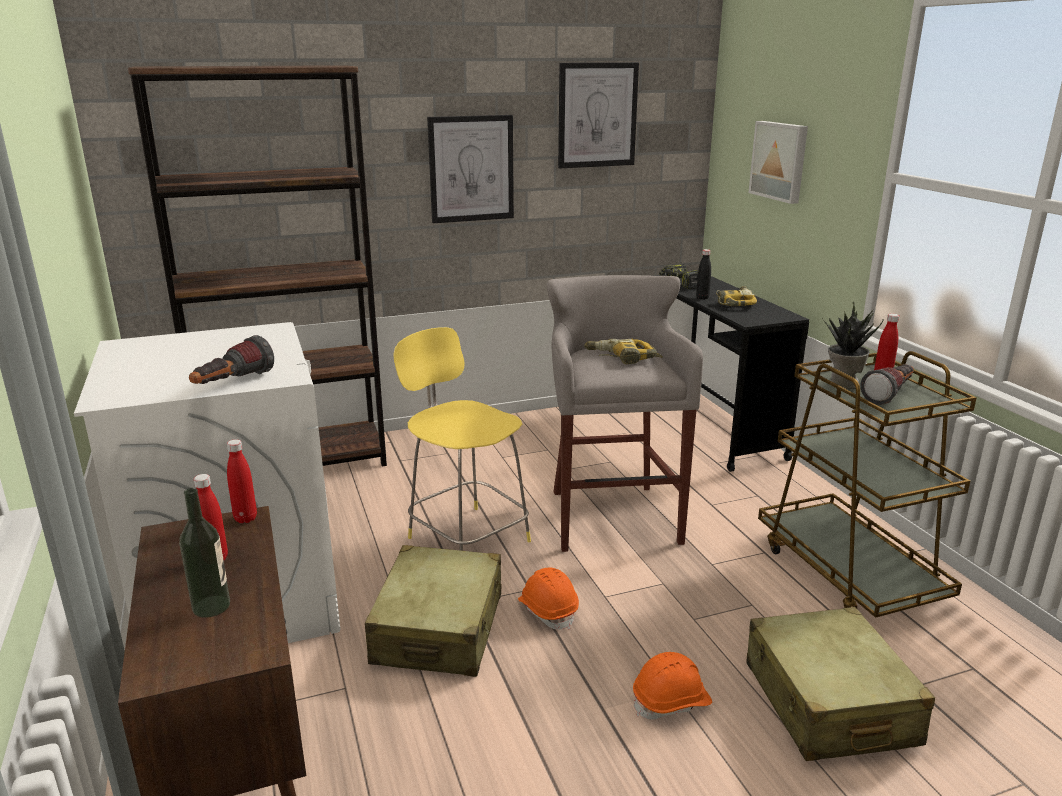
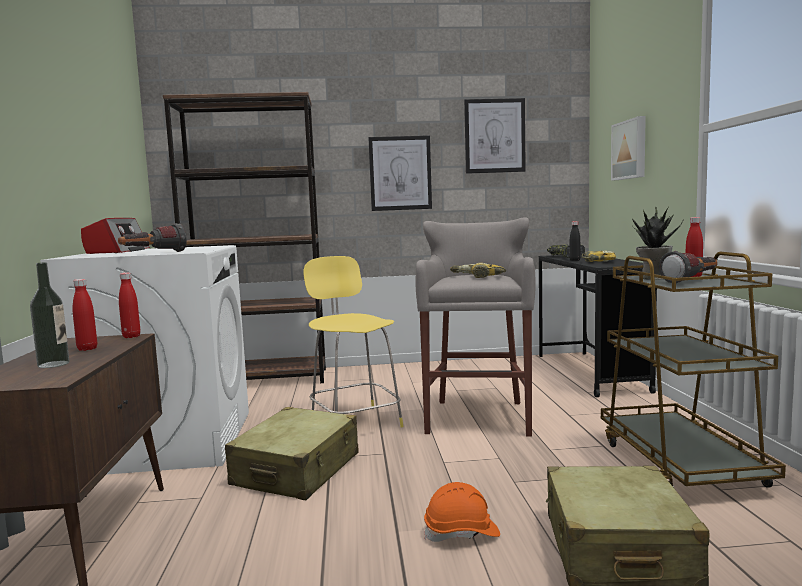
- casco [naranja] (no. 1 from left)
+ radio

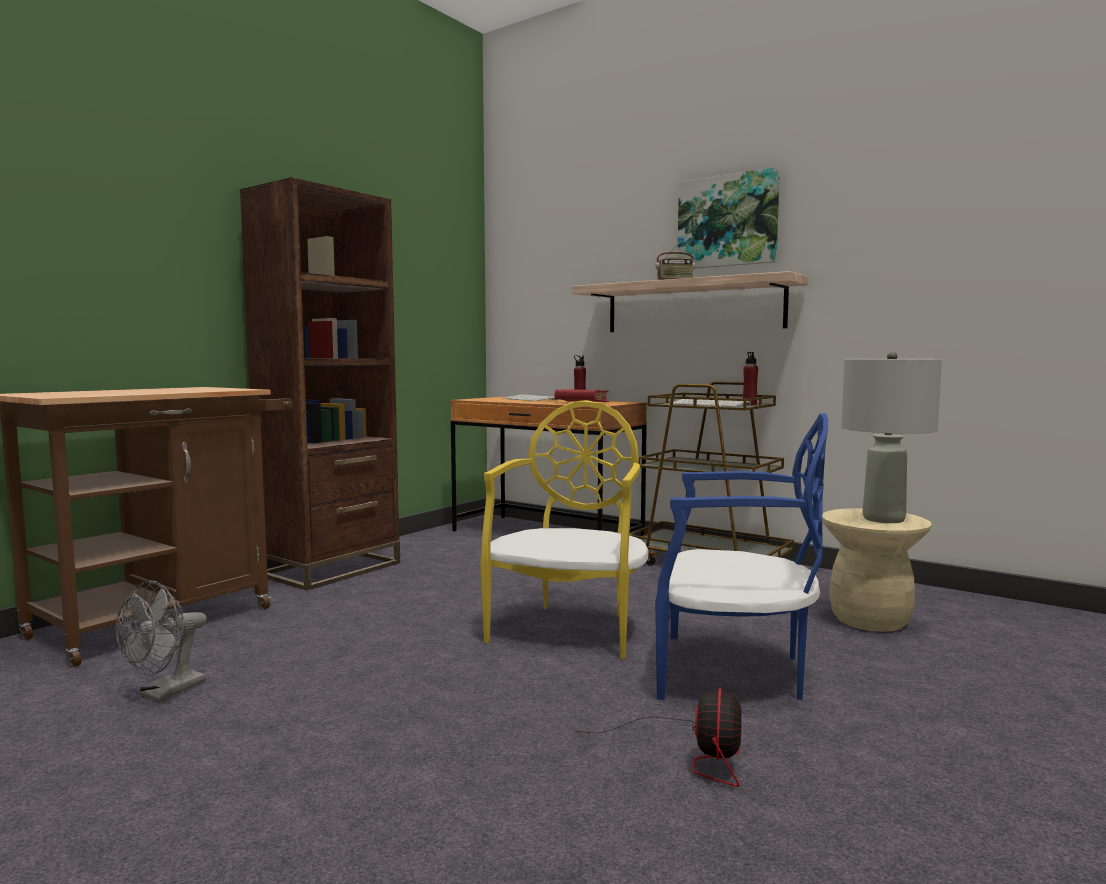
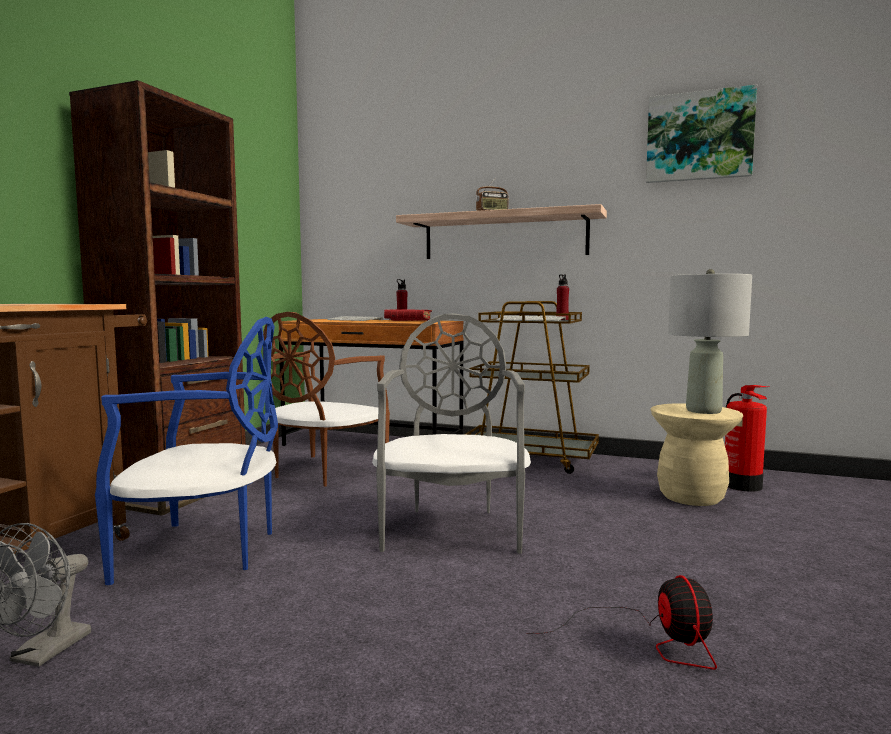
~ cuadro
~ silla [amarillo] to silla [gris]
~ silla [azul]
+ silla [marrón]
+ extintor

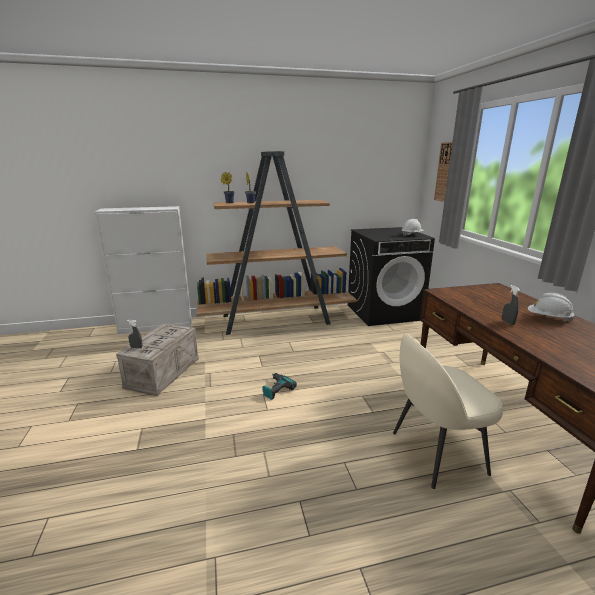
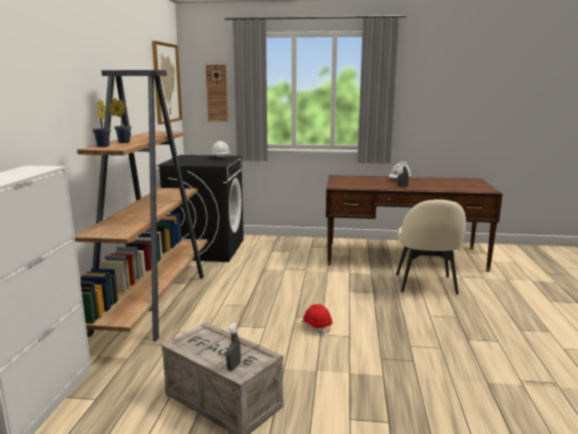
~ taladro to casco [rojo]
+ cuadro

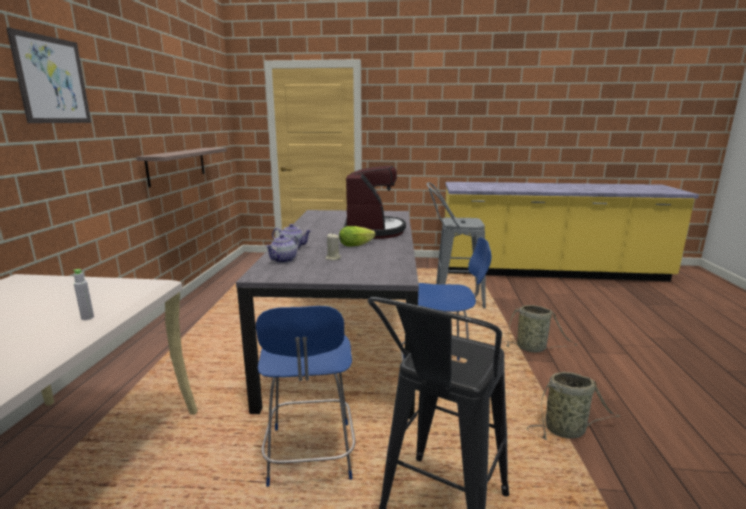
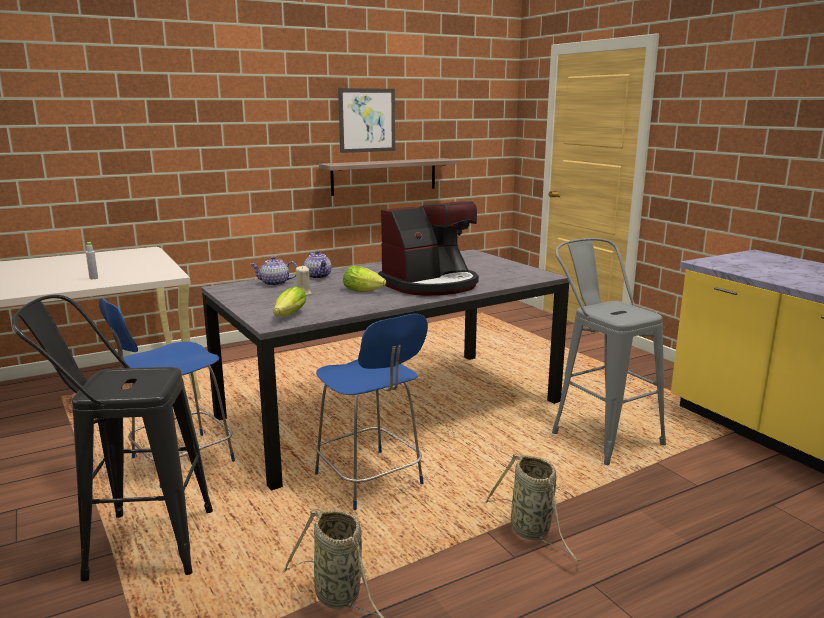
~ cuadro
+ lechuga (no. 1 from left)

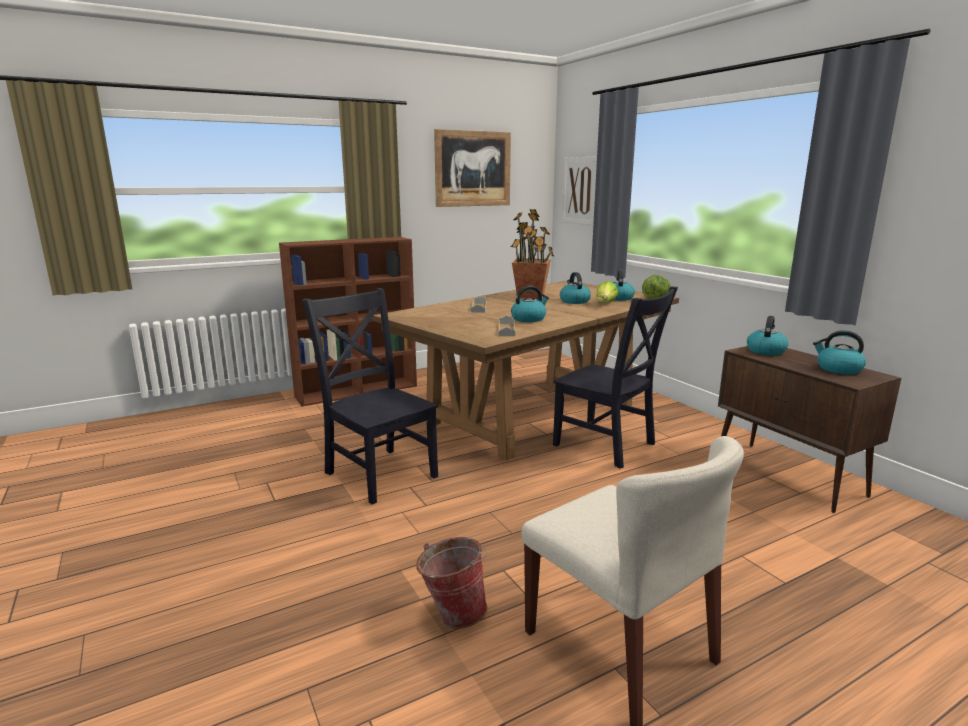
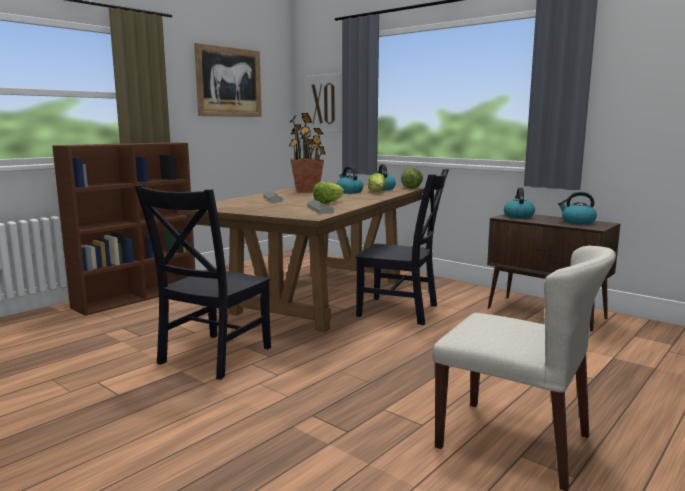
~ hervidor (no. 1 from left) to lechuga (no. 1 from left)
~ silla [negro] (no. 1 from left) 90 degrees counterclockwise
- cubo

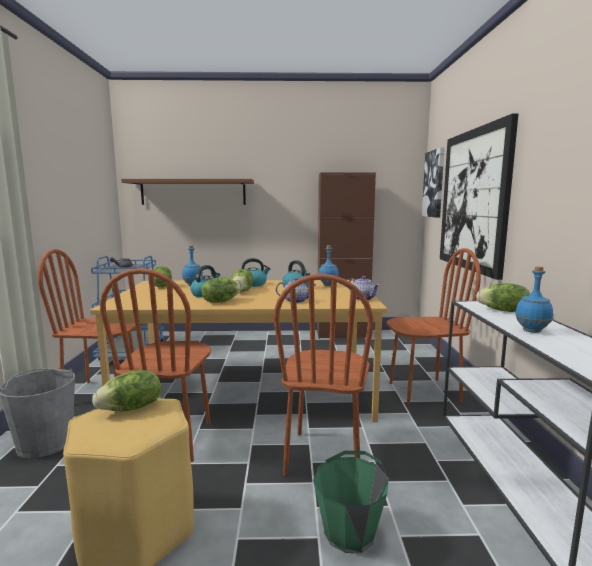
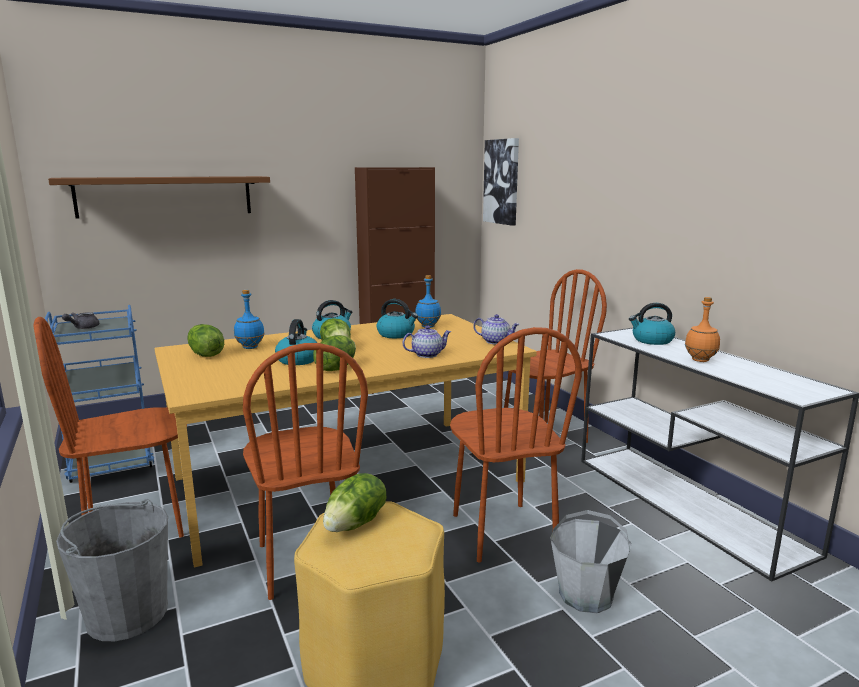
- cuadro (no. 2 from left)
~ botella [azul] (no. 3 from left) to botella [naranja]
~ lechuga (no. 5 from left) to hervidor (no. 4 from left)
~ cubo [verde] to cubo [gris] (no. 2 from left)

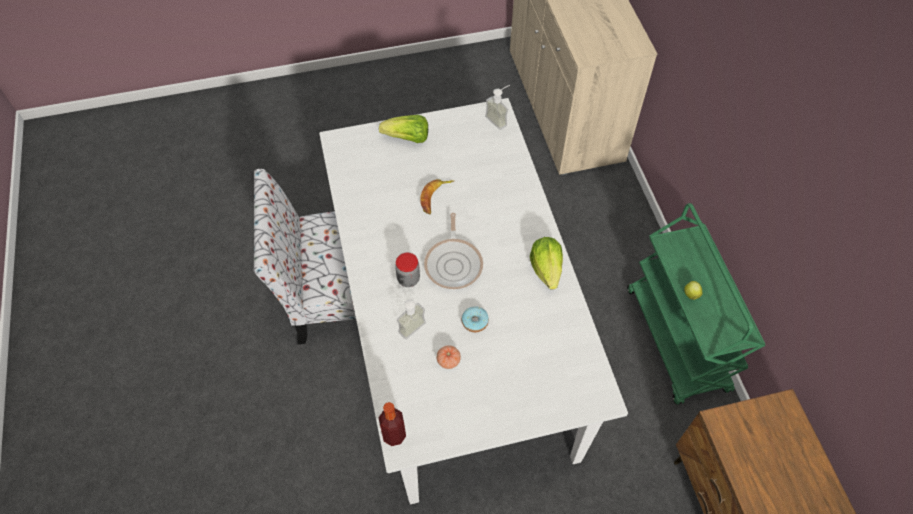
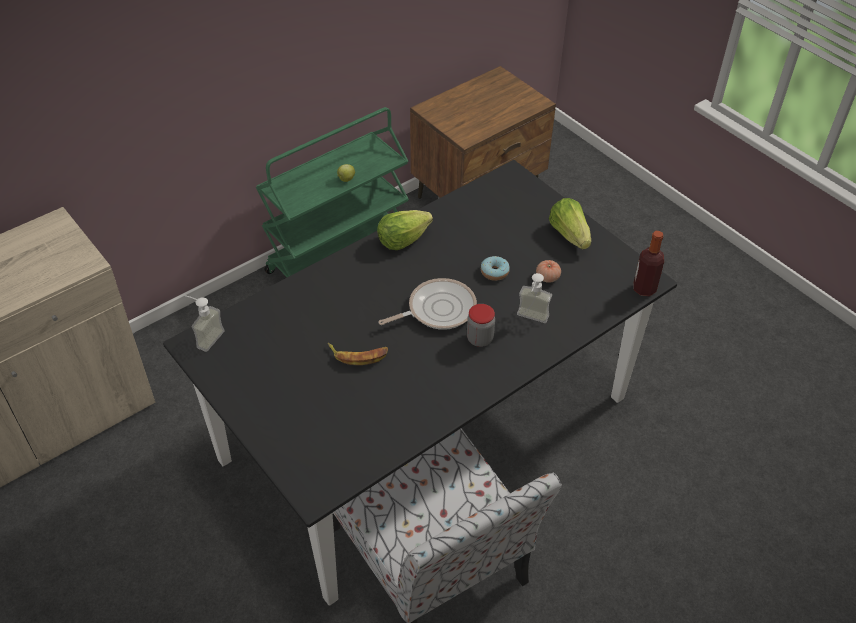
~ mesa de comedor [blanco] to mesa de comedor [negro]
~ lechuga (no. 1 from left in the first image) to lechuga (no. 2 from left)

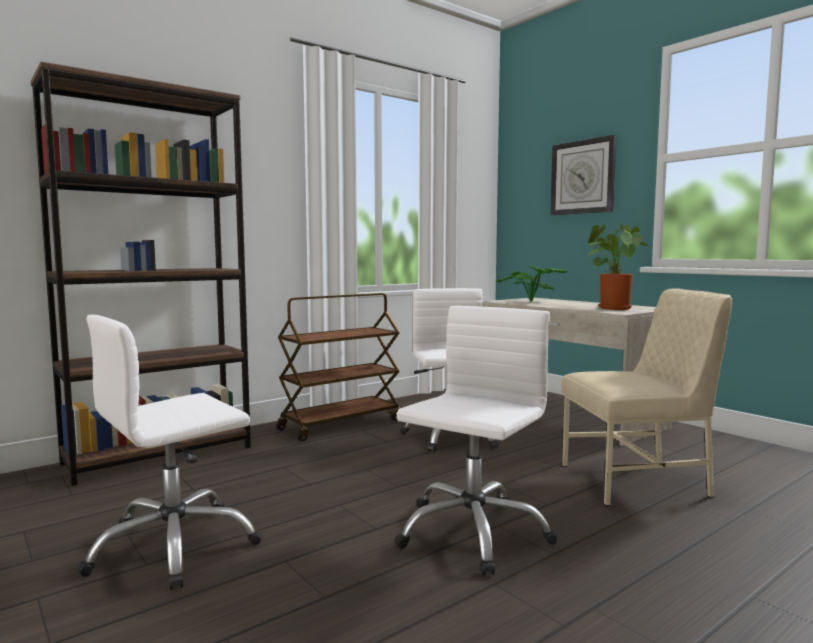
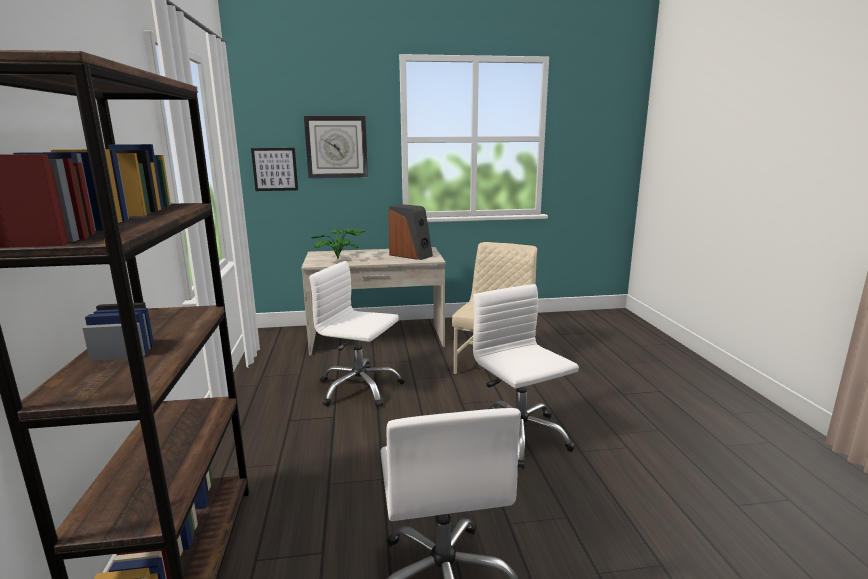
~ planta en maceta (no. 2 from left) to altavoz
- carrito [marrón]
+ cuadro

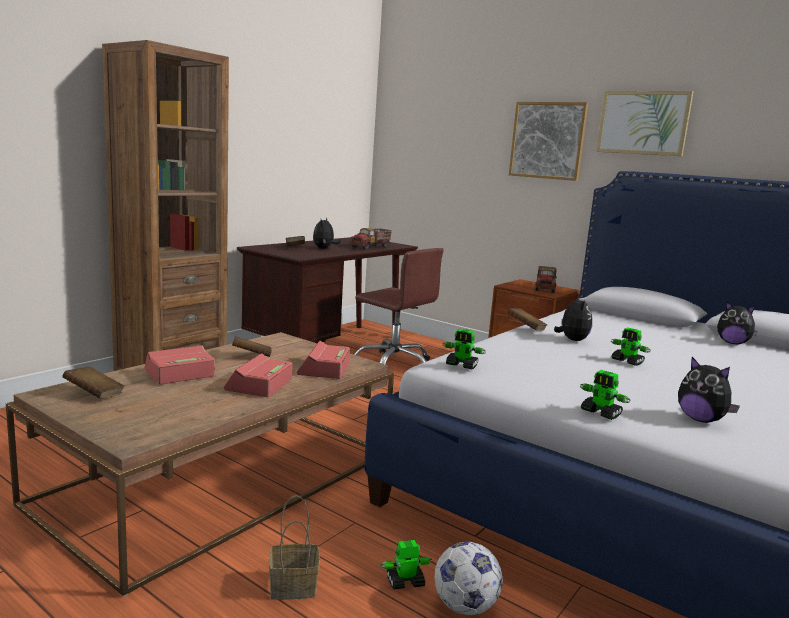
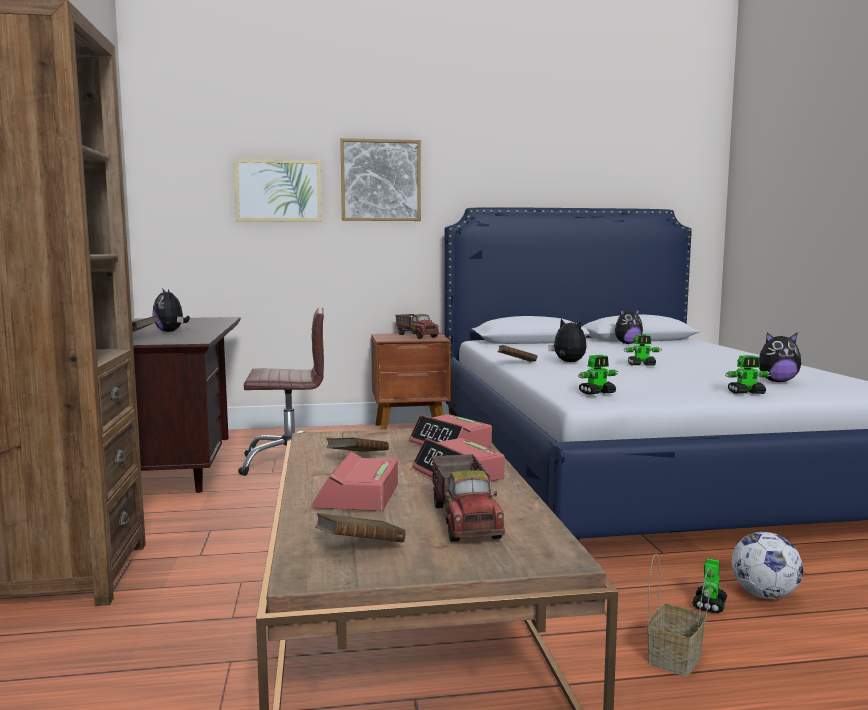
~ cuadro (no. 2 from left in the first image) to cuadro (no. 1 from left)
~ camión de juguete (no. 1 from left in the first image) to camión de juguete (no. 2 from left)

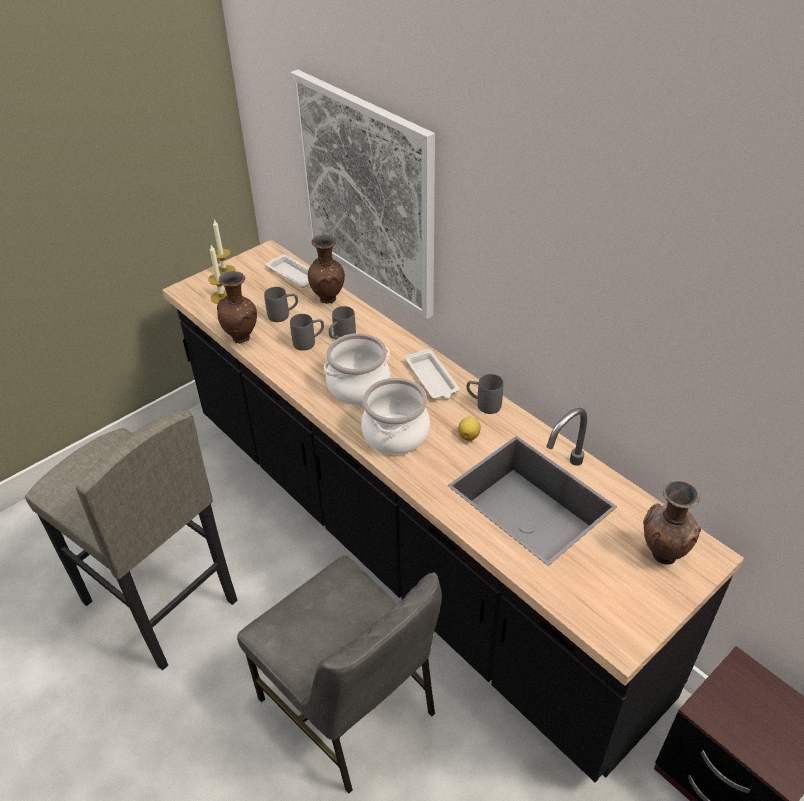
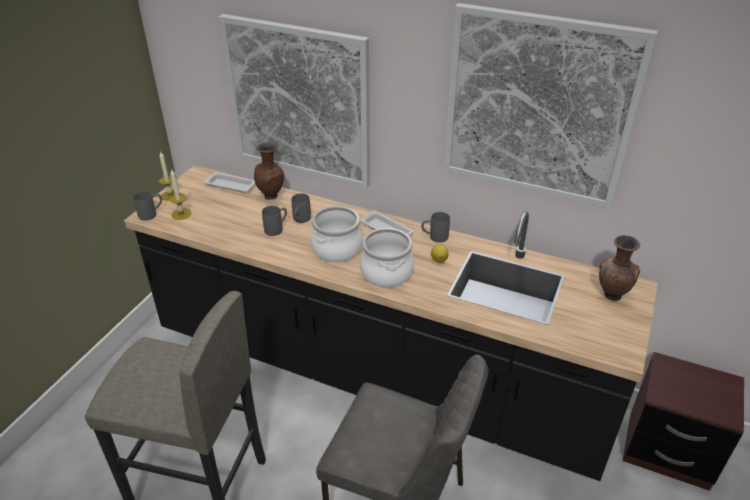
- florero [marrón] (no. 1 from left)
~ taza grande [gris] (no. 1 from left)
+ cuadro (no. 2 from left)

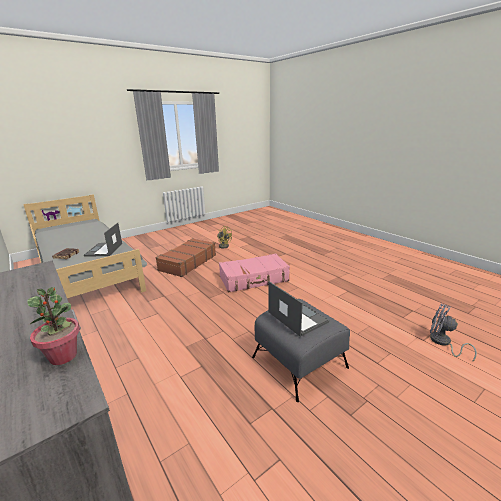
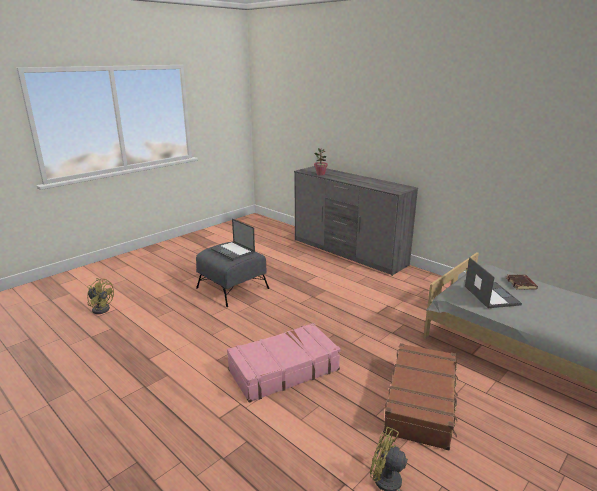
~ ventilador [gris] to ventilador [amarillo] (no. 1 from left)

